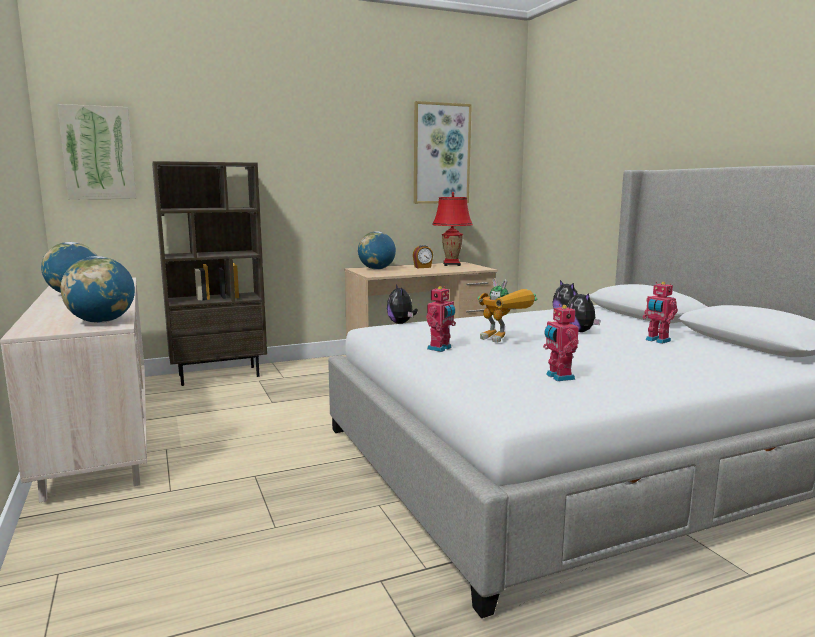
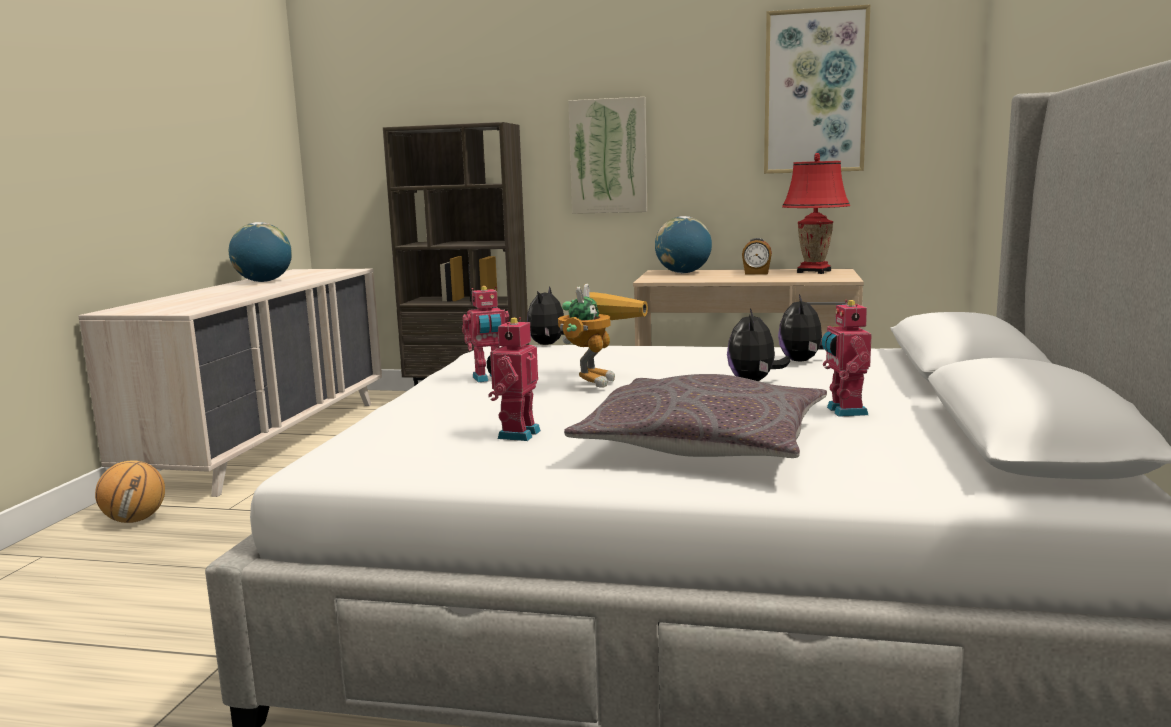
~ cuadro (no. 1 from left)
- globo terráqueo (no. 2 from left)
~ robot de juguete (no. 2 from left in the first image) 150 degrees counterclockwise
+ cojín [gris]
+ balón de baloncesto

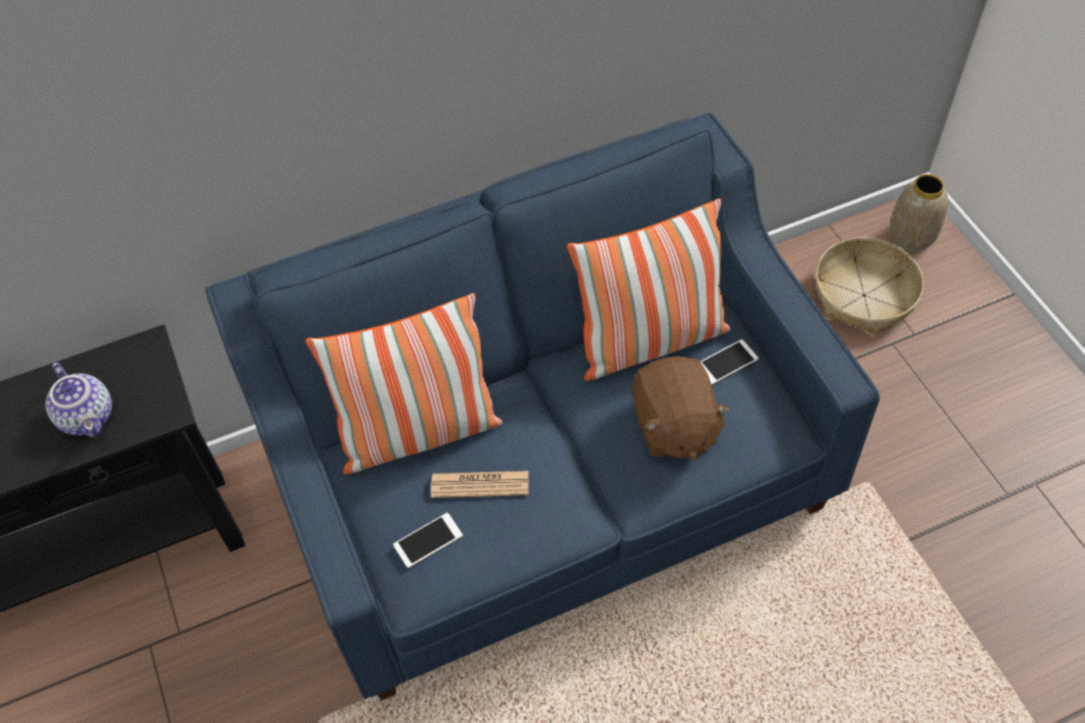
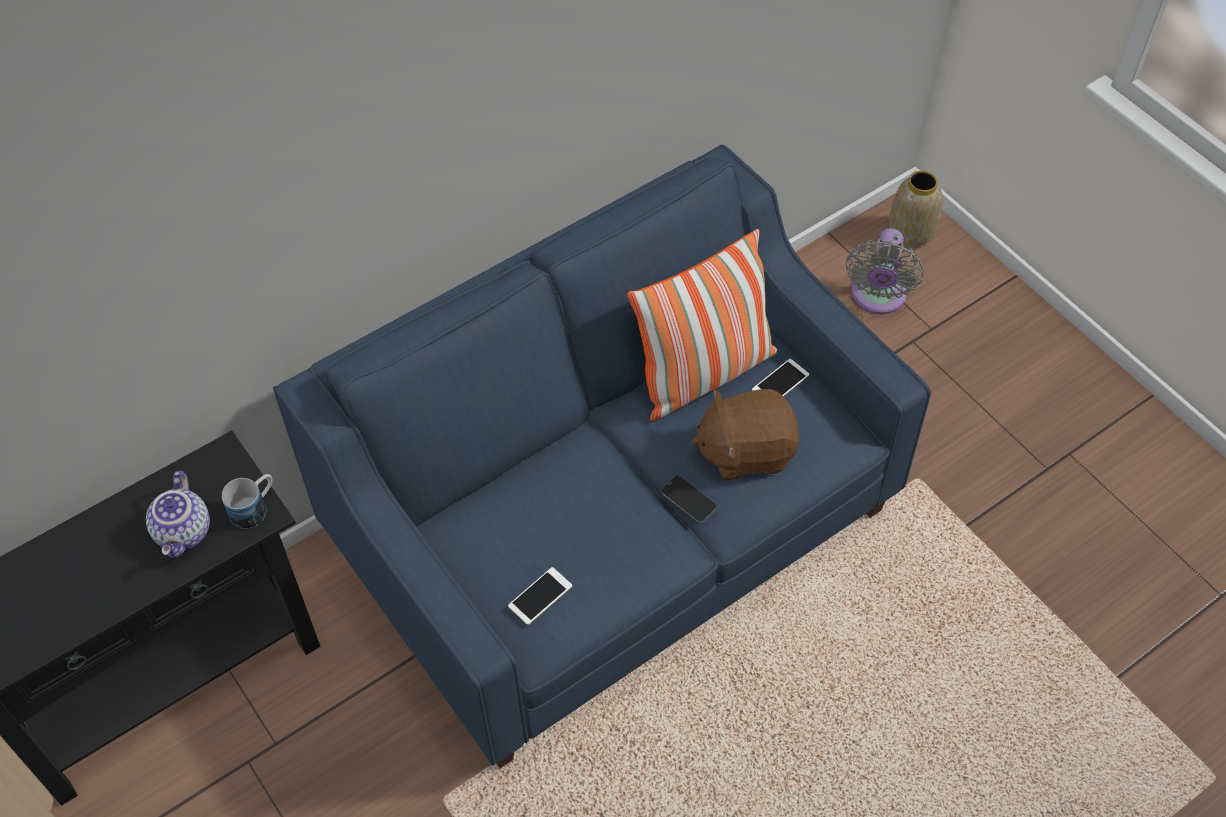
~ cesta to ventilador [gris]
- cojín (no. 1 from left)
~ peluche [marrón] 105 degrees clockwise
~ tetera 45 degrees clockwise
- periódico
+ taza grande
+ móvil (no. 2 from left)

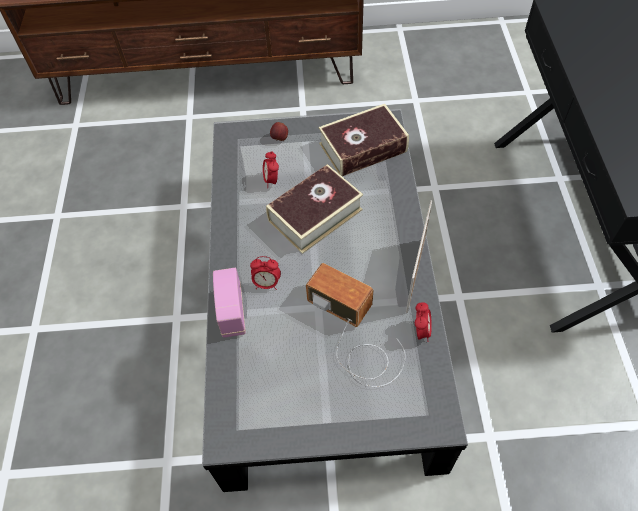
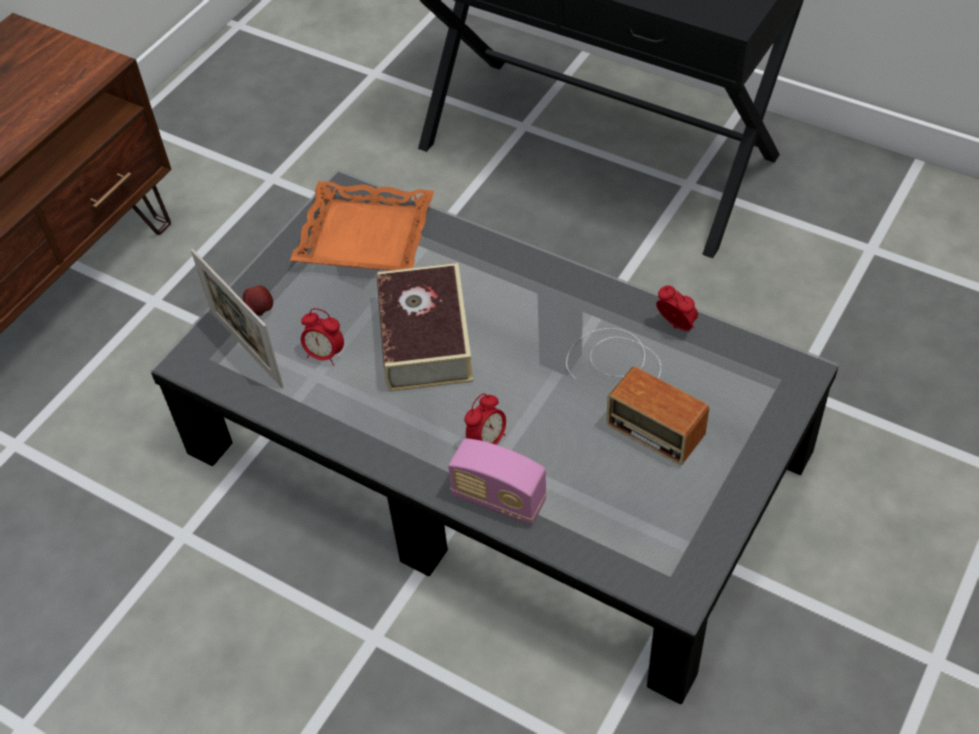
~ libro (no. 2 from left) to bandeja [naranja]
~ portarretratos
~ radio (no. 2 from left) 120 degrees counterclockwise

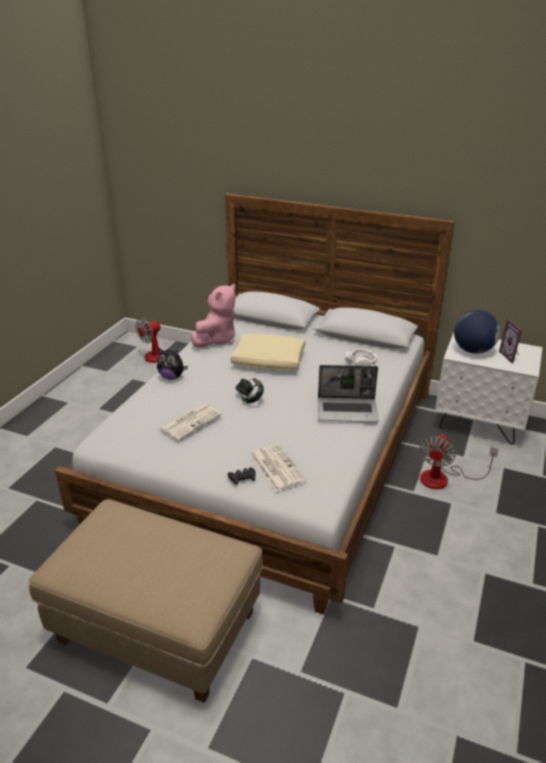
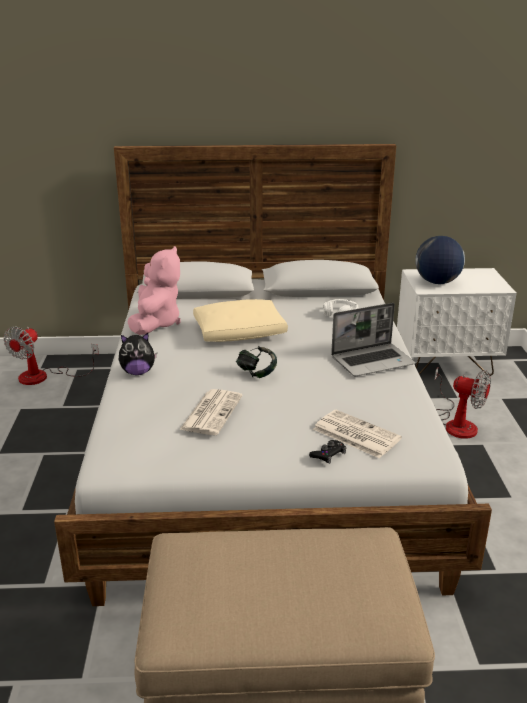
- portarretratos
~ ventilador (no. 2 from left) 60 degrees counterclockwise

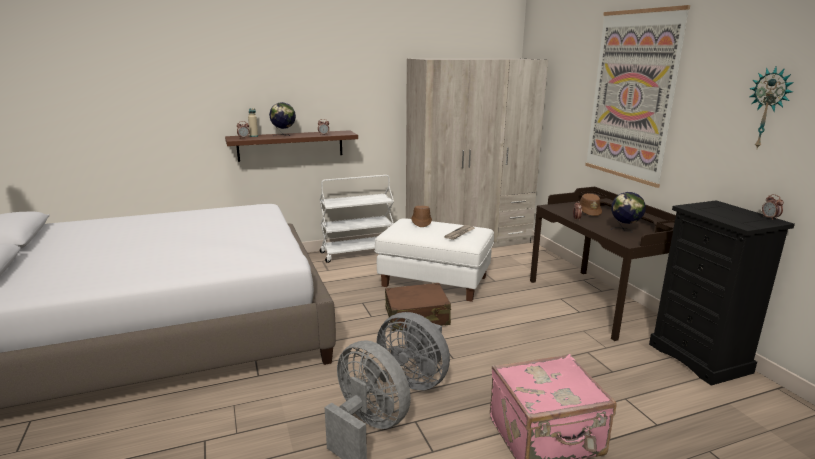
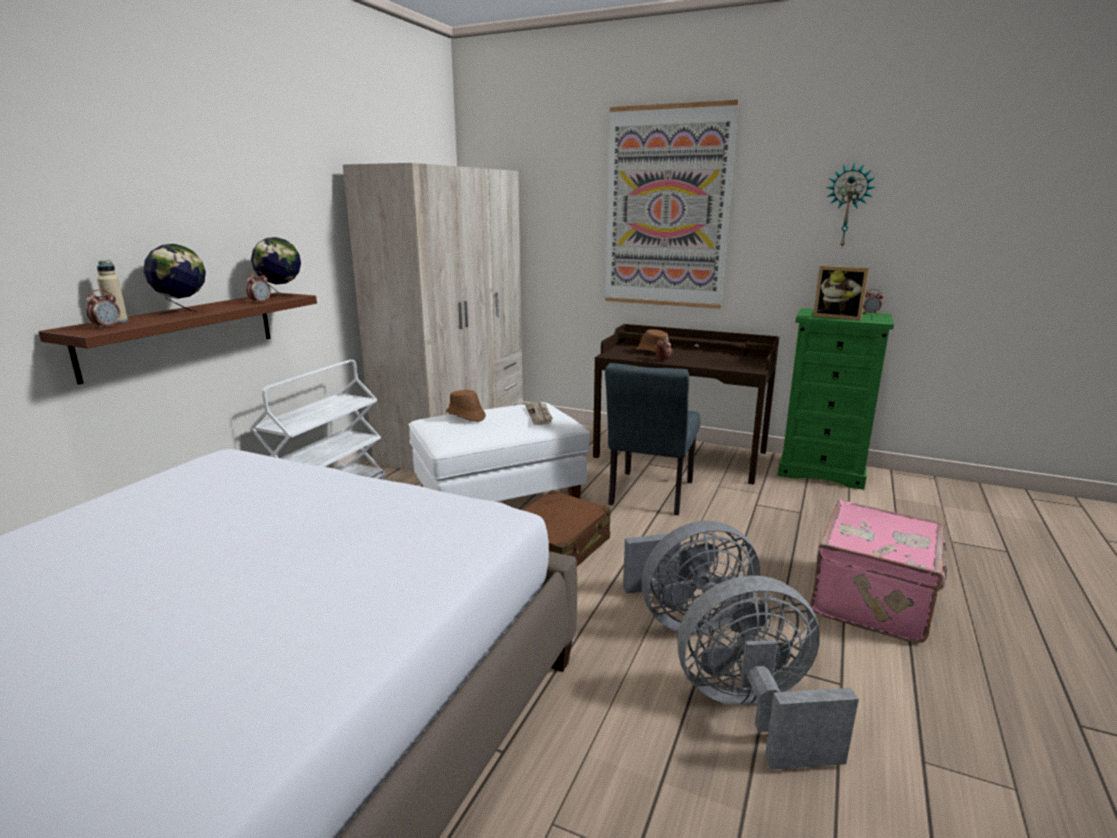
~ globo terráqueo (no. 2 from left)
~ cómoda [negro] to cómoda [verde]
+ portarretratos
+ silla [gris]

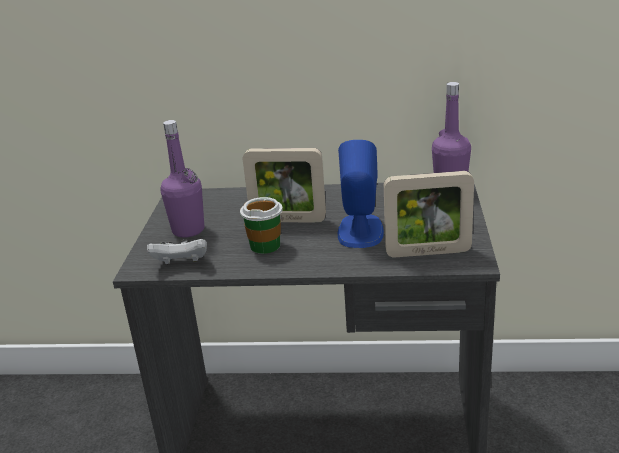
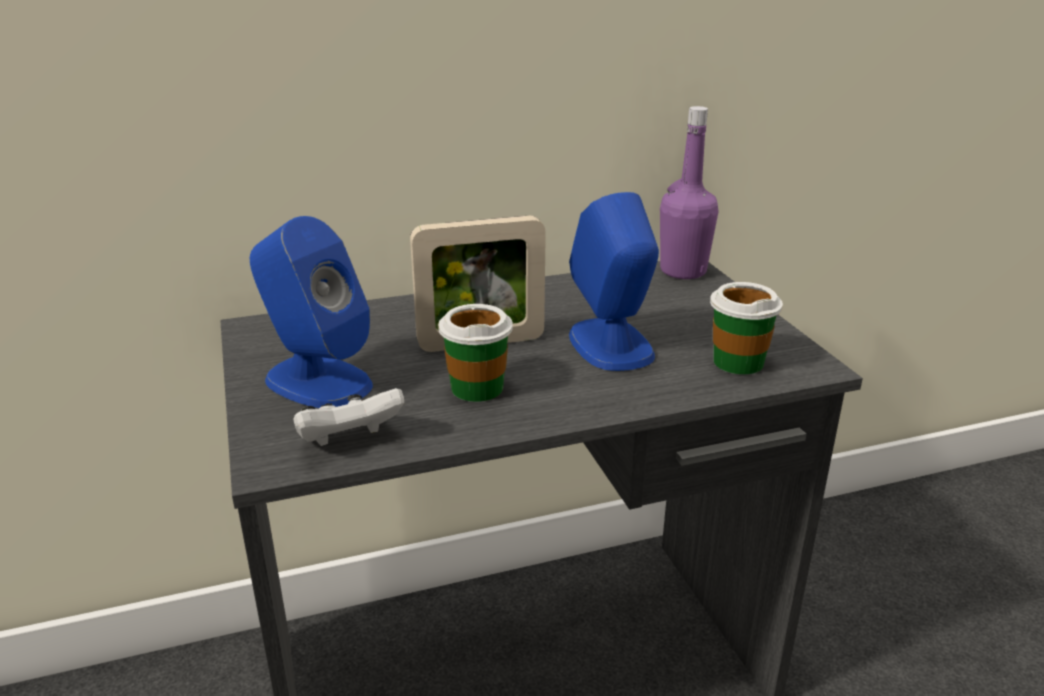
~ botella [morado] (no. 1 from left) to altavoz [azul] (no. 1 from left)
~ portarretratos (no. 2 from left) to taza (no. 2 from left)

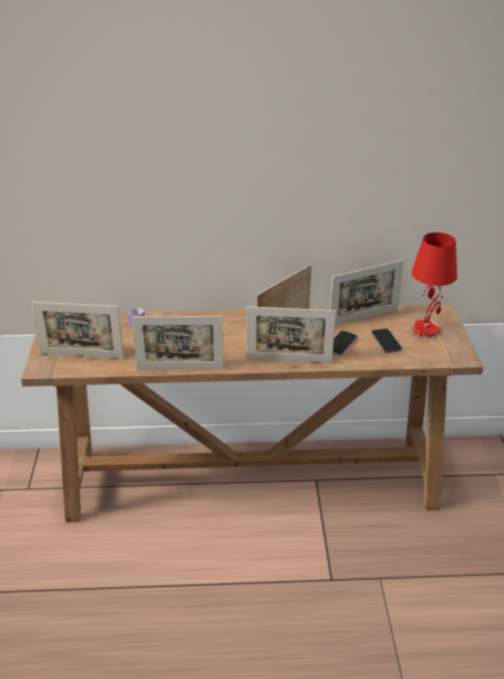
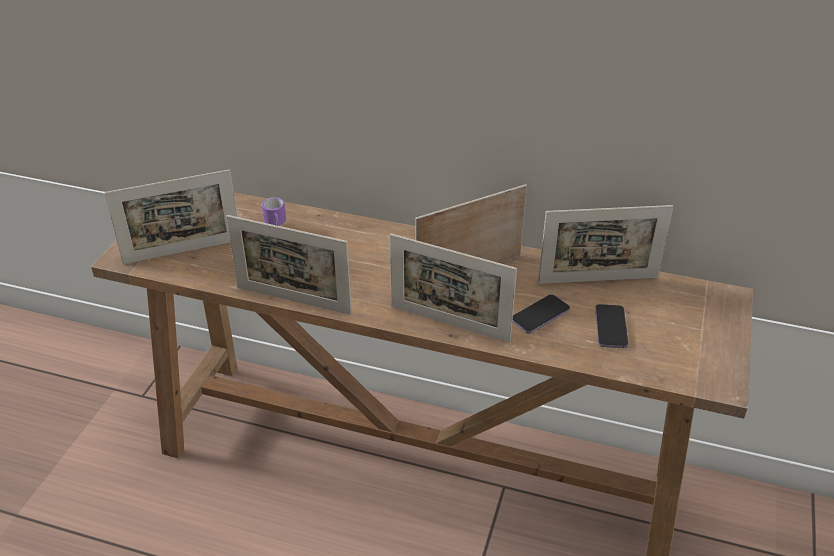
- lámpara de mesa [rojo]
~ portarretratos (no. 1 from left) 45 degrees counterclockwise

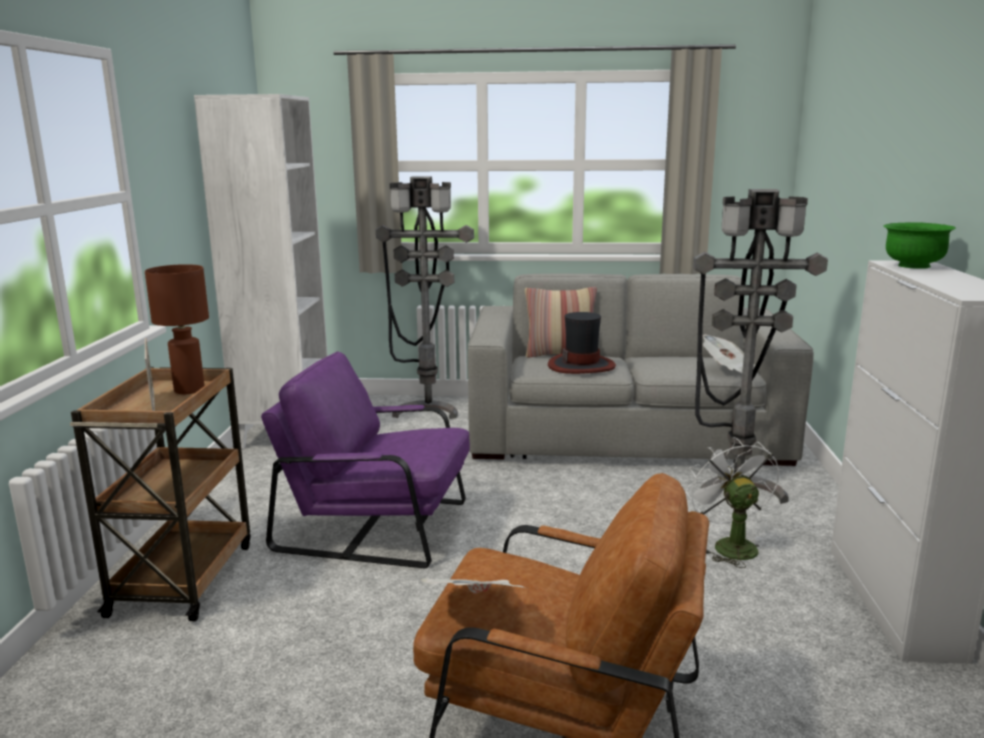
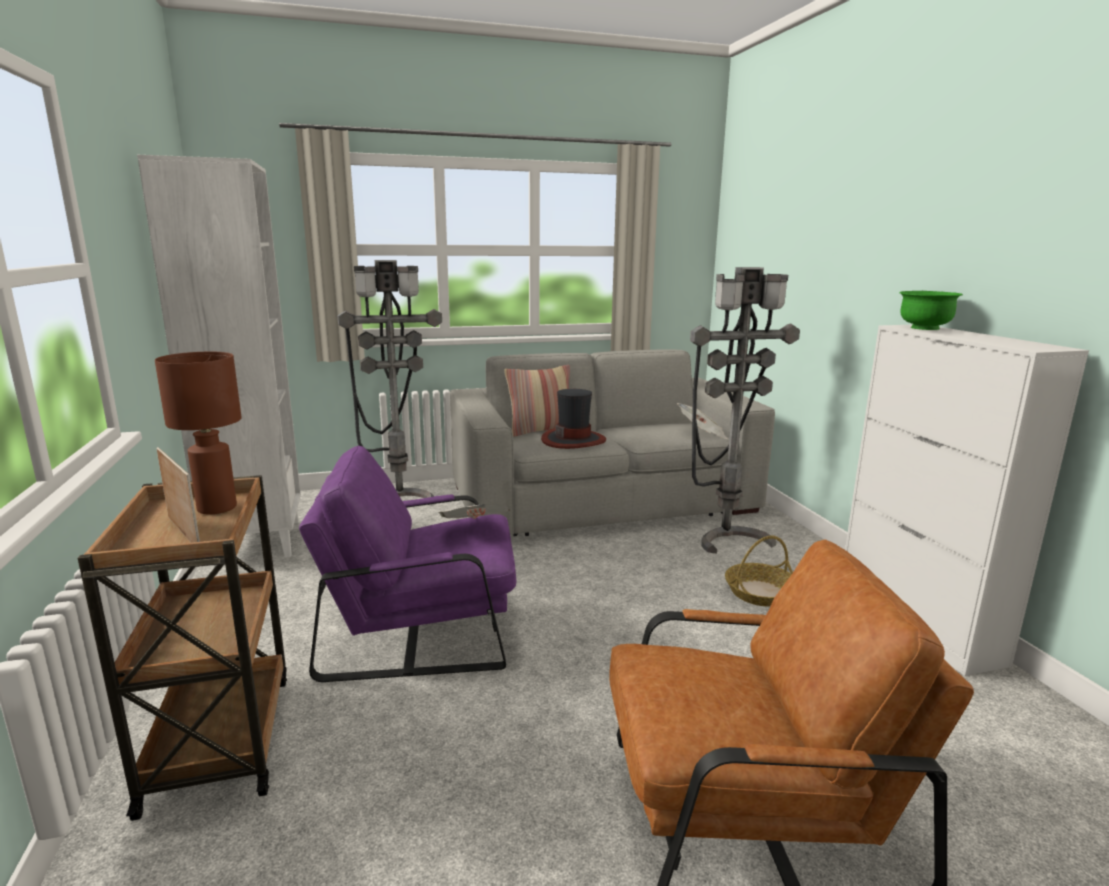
~ ventilador [blanco] to cesta
~ periódico (no. 1 from left)

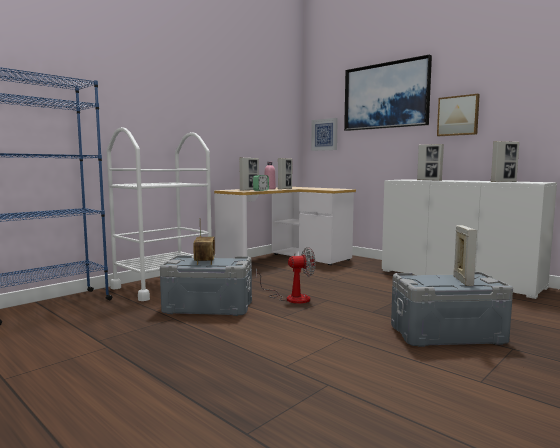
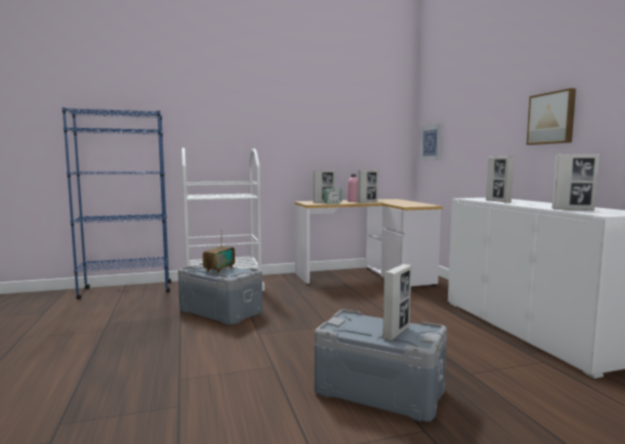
- cuadro (no. 2 from left)
- ventilador

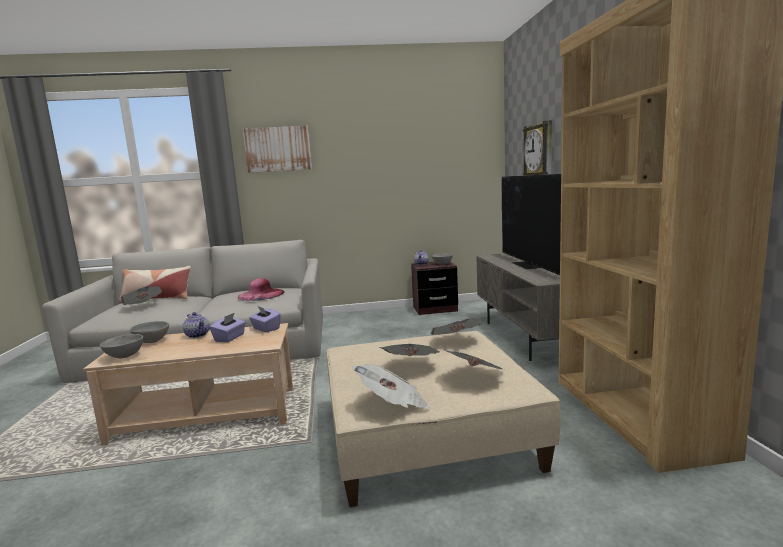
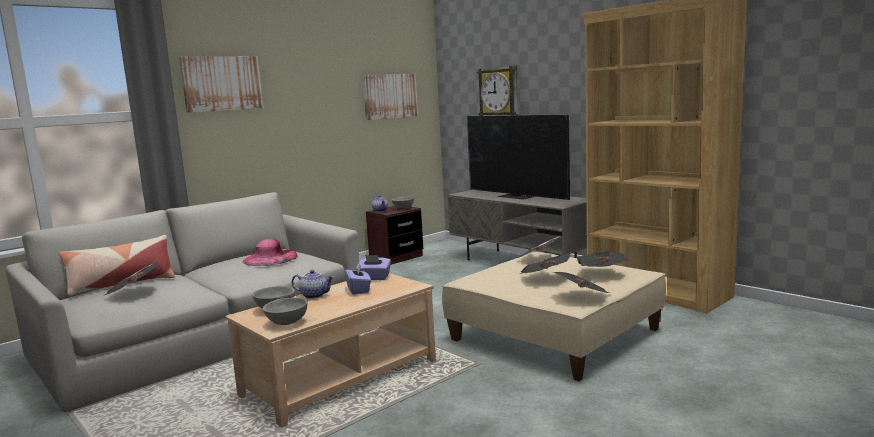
+ cuadro (no. 2 from left)

